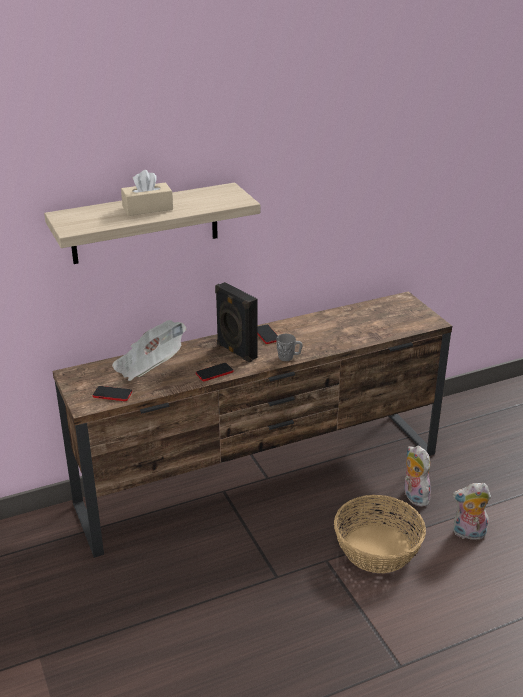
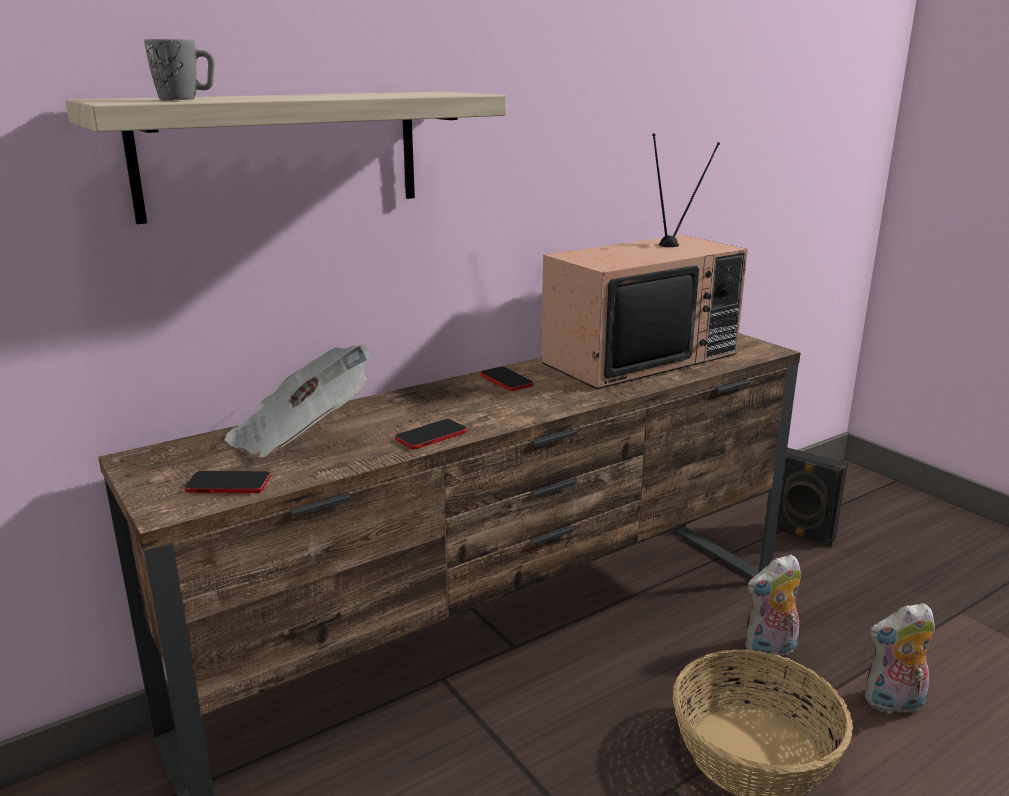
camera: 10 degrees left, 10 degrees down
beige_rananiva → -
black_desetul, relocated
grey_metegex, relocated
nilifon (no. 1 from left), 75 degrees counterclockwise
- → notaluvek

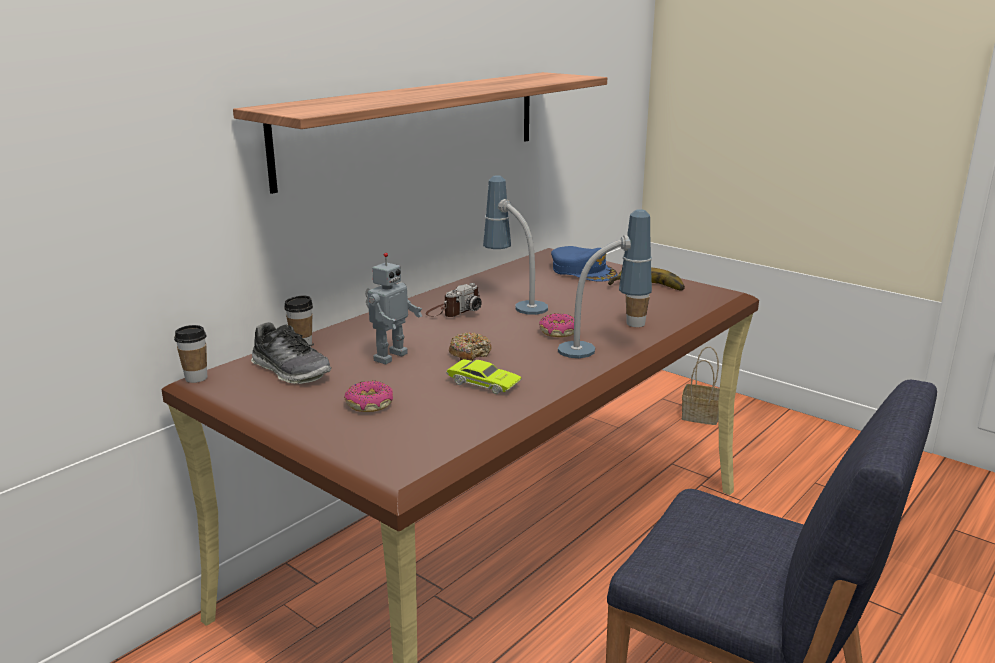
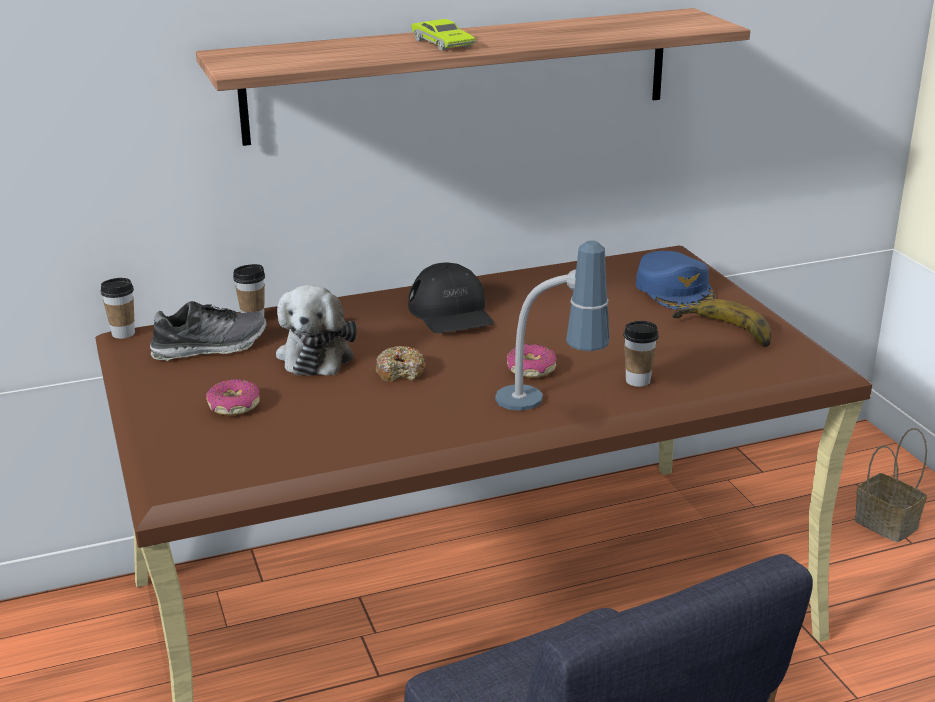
camera: 30 degrees right, 5 degrees up
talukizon (no. 1 from left) → -
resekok → nilifon
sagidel → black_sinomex
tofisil, 90 degrees counterclockwise
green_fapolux, relocated

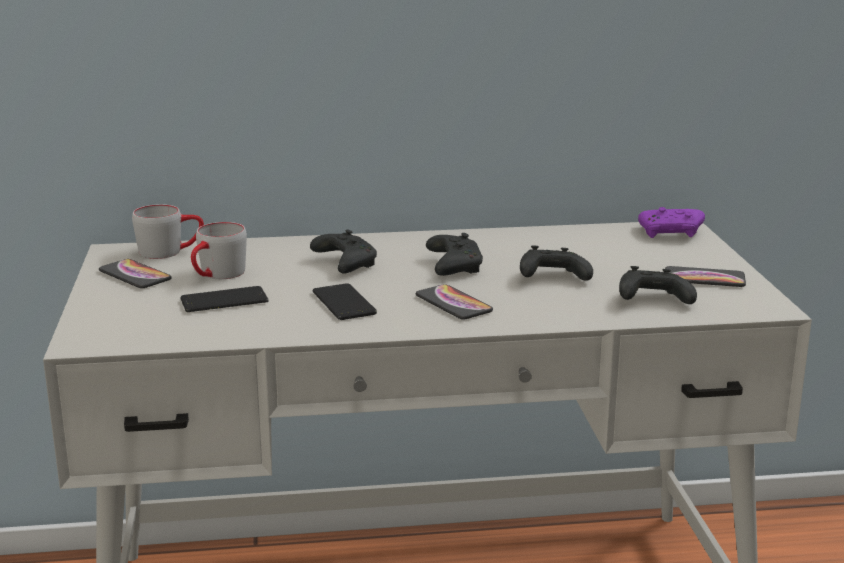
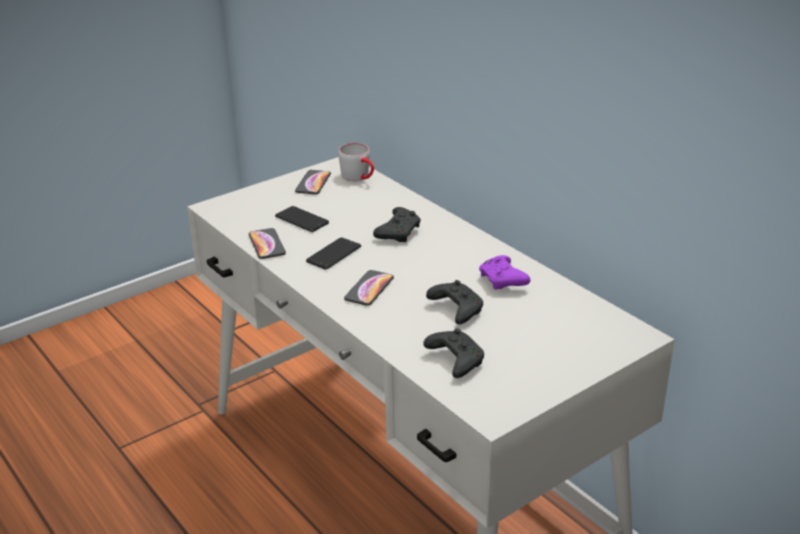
camera: 60 degrees right, 10 degrees up
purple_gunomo, relocated
grey_metegex (no. 2 from left) → -
black_gunomo (no. 2 from left) → -
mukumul (no. 5 from left in the first image) → mukumul (no. 1 from left), relocated

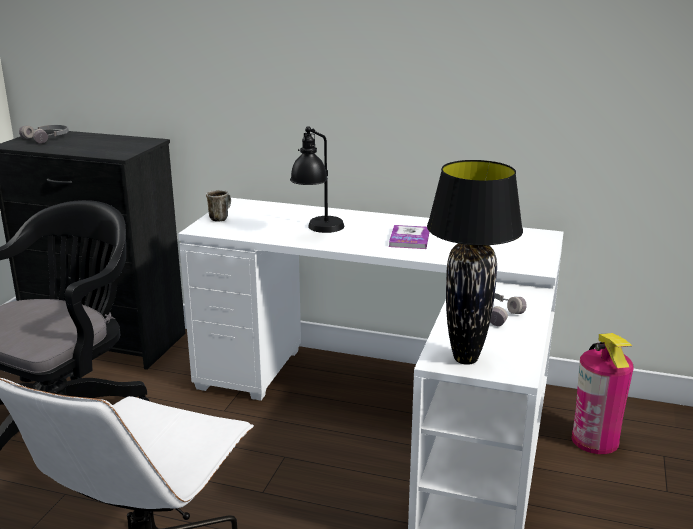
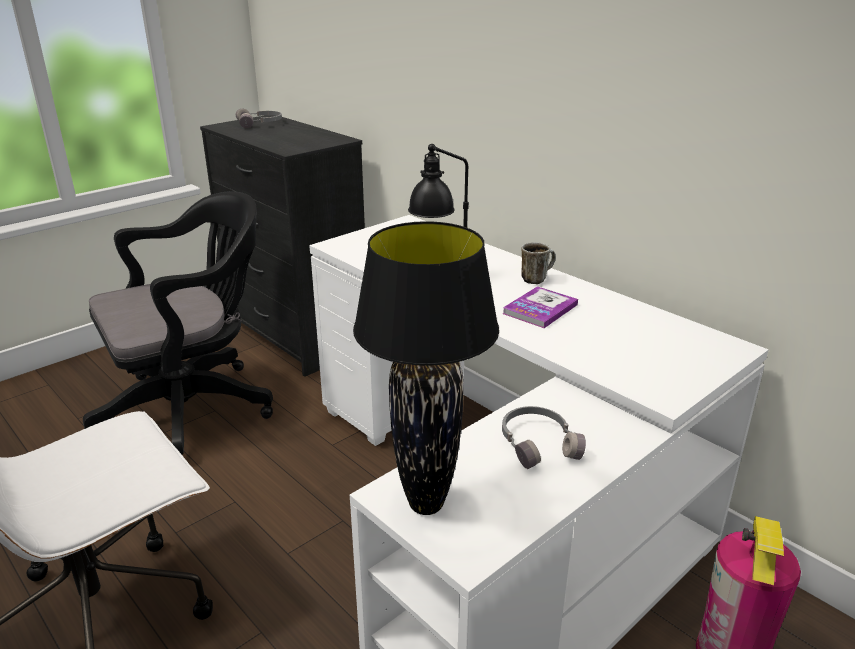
camera: 30 degrees right, 5 degrees up
metegex, relocated

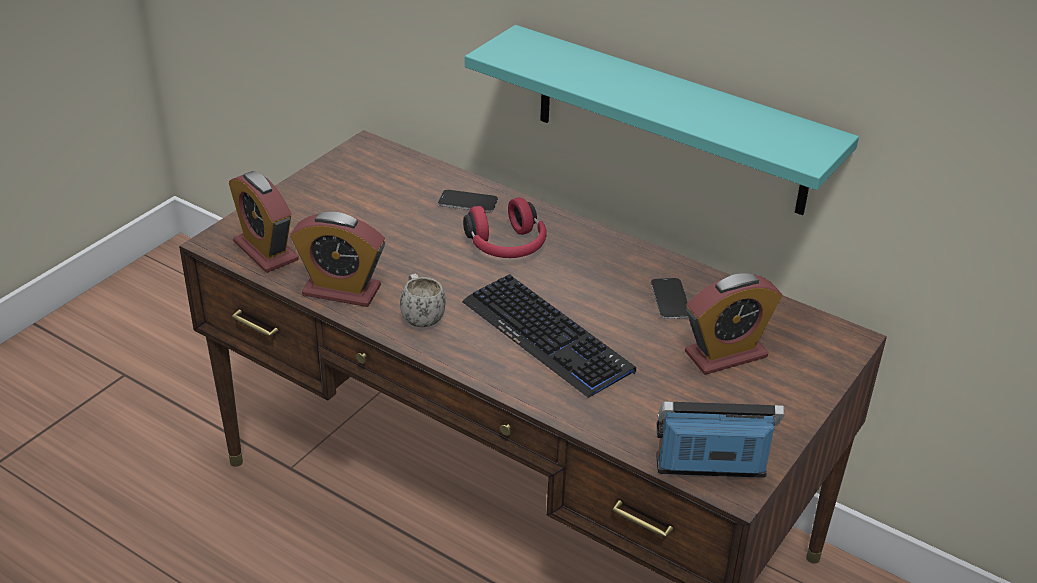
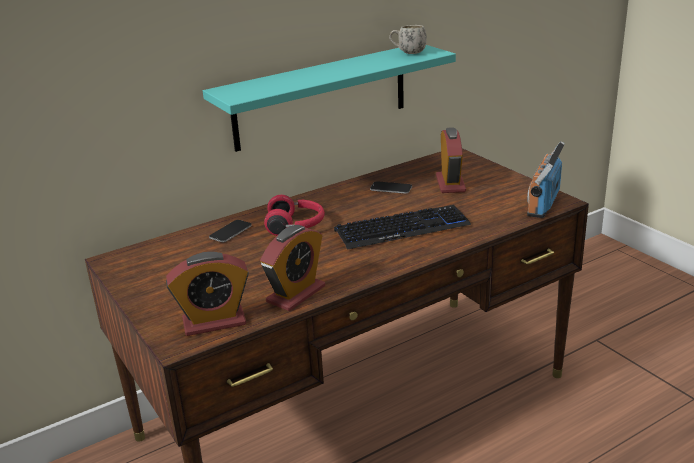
camera: 65 degrees left, 10 degrees down
white_metegex, relocated

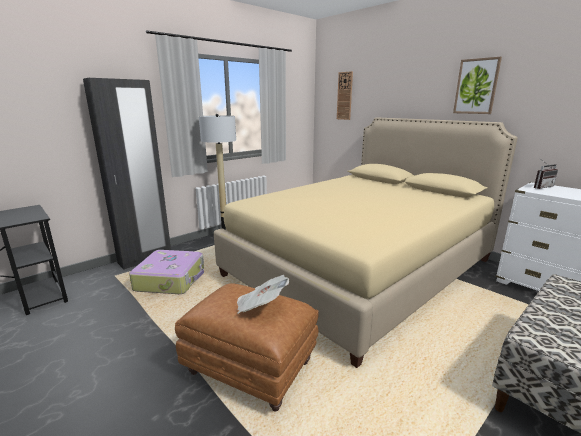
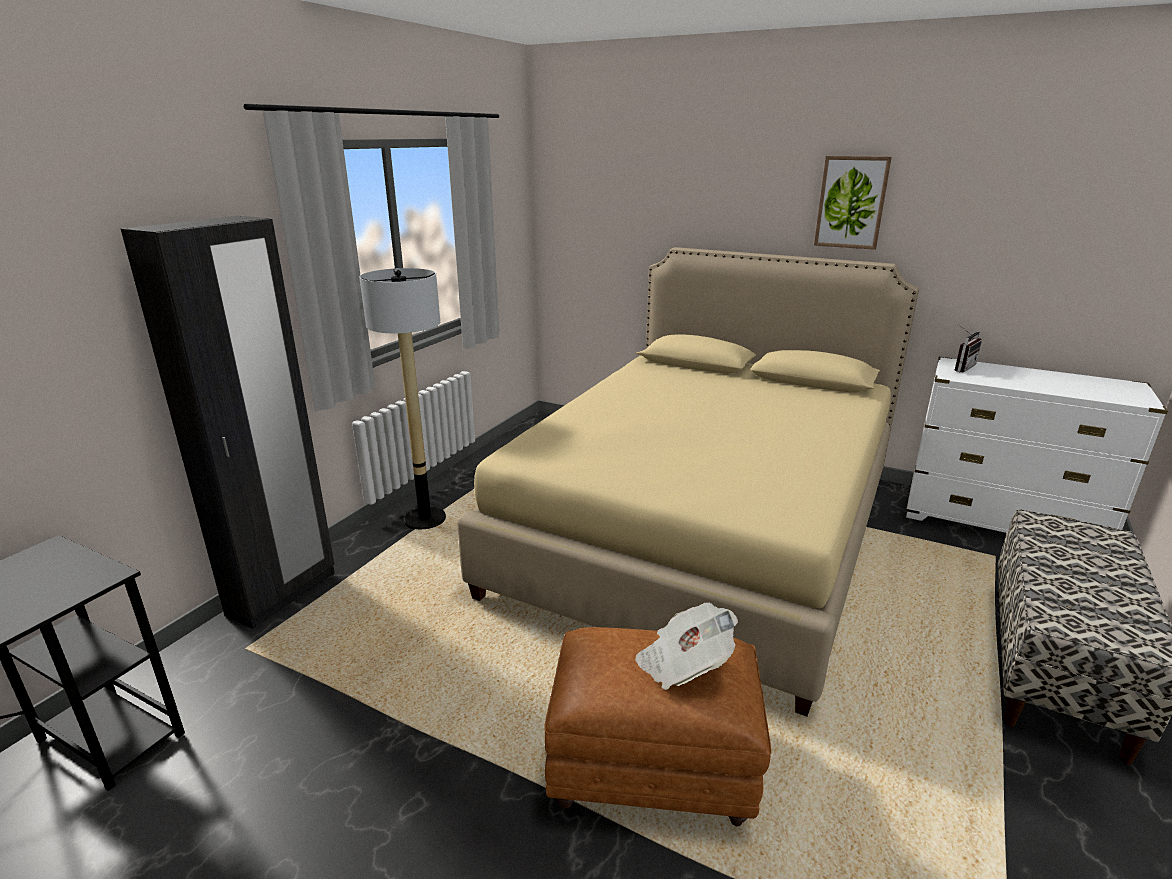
camera: 20 degrees left, 5 degrees up
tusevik → -
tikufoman → -

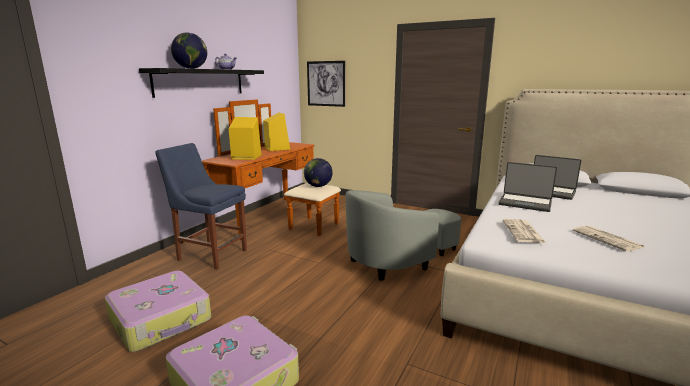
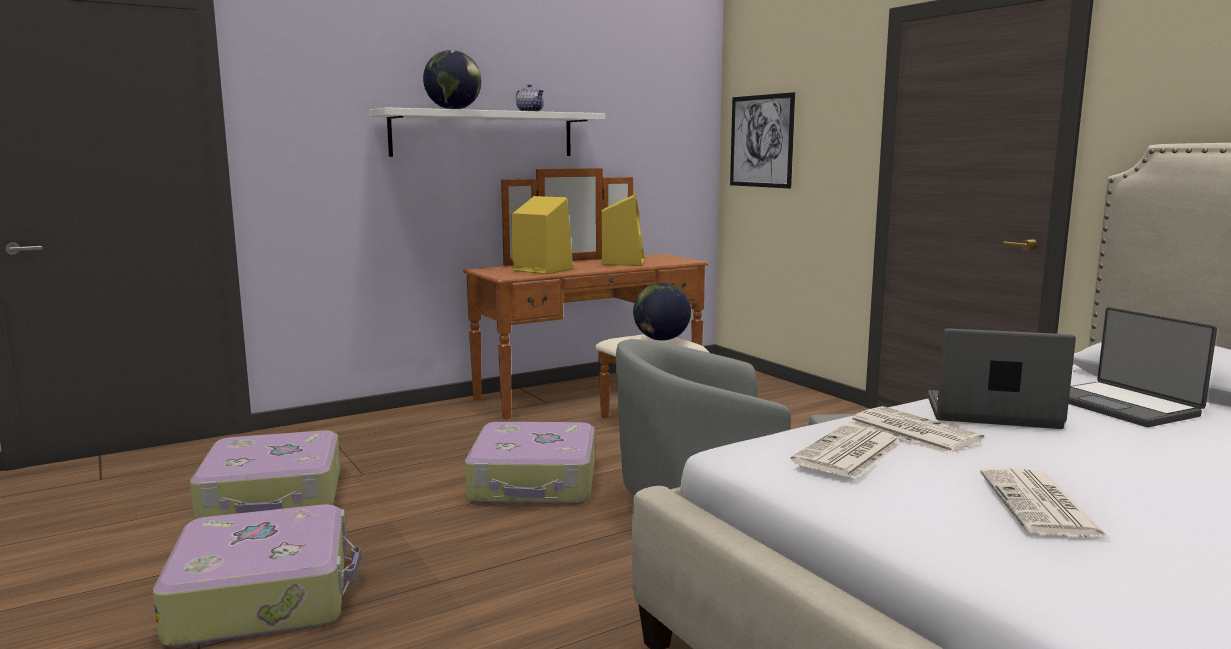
camera: 30 degrees right, 5 degrees down
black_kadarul → white_kadarul
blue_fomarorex → -
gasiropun (no. 1 from left), 135 degrees clockwise
- → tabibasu (no. 2 from left)
- → tikufoman (no. 3 from left)

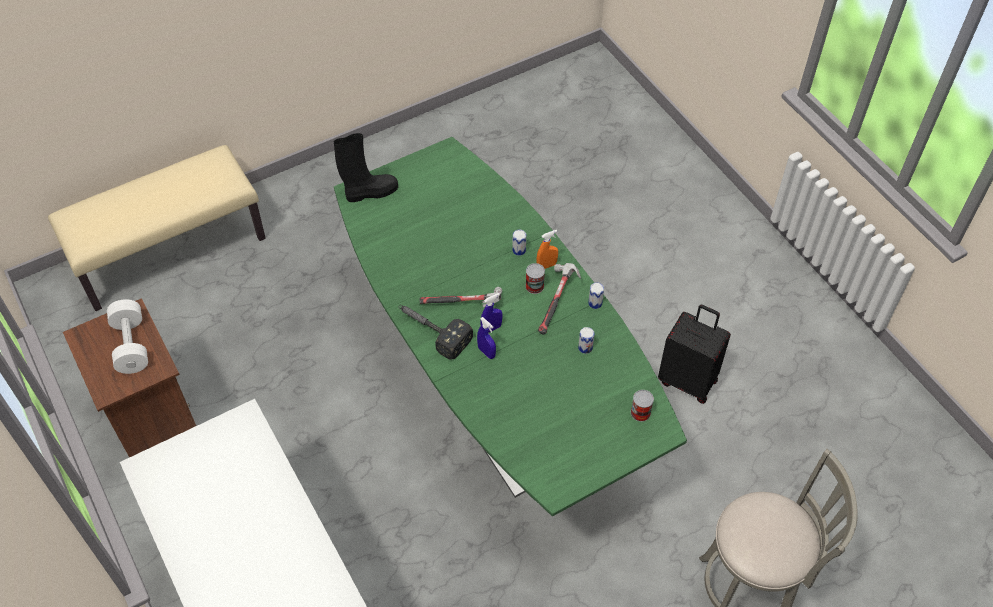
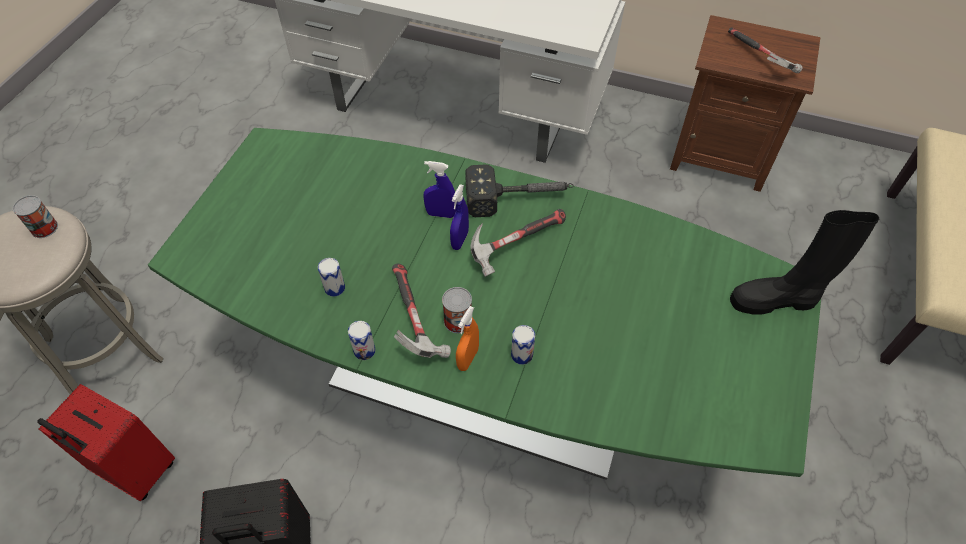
camera: 140 degrees right, 0 degrees up
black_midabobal, 60 degrees clockwise
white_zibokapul → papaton (no. 4 from left)
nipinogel (no. 5 from left in the first image) → nipinogel (no. 1 from left), relocated
- → red_tikufoman

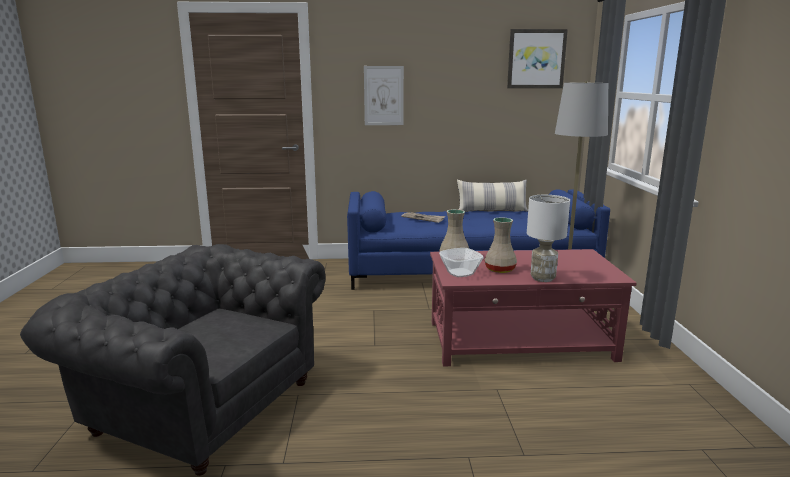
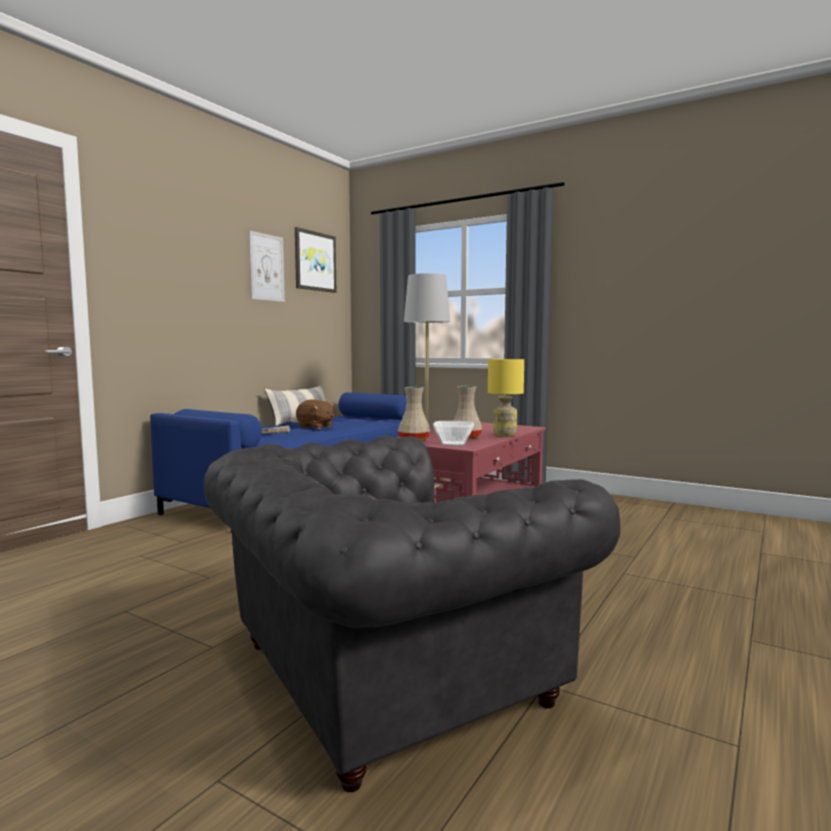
camera: 55 degrees left, 10 degrees down
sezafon (no. 1 from left), relocated
white_talukizon → yellow_talukizon
- → brown_nilifon

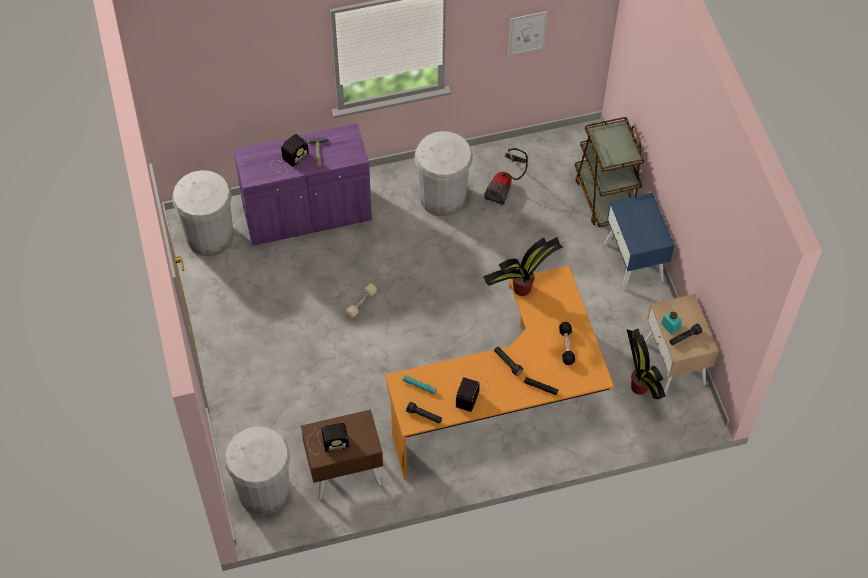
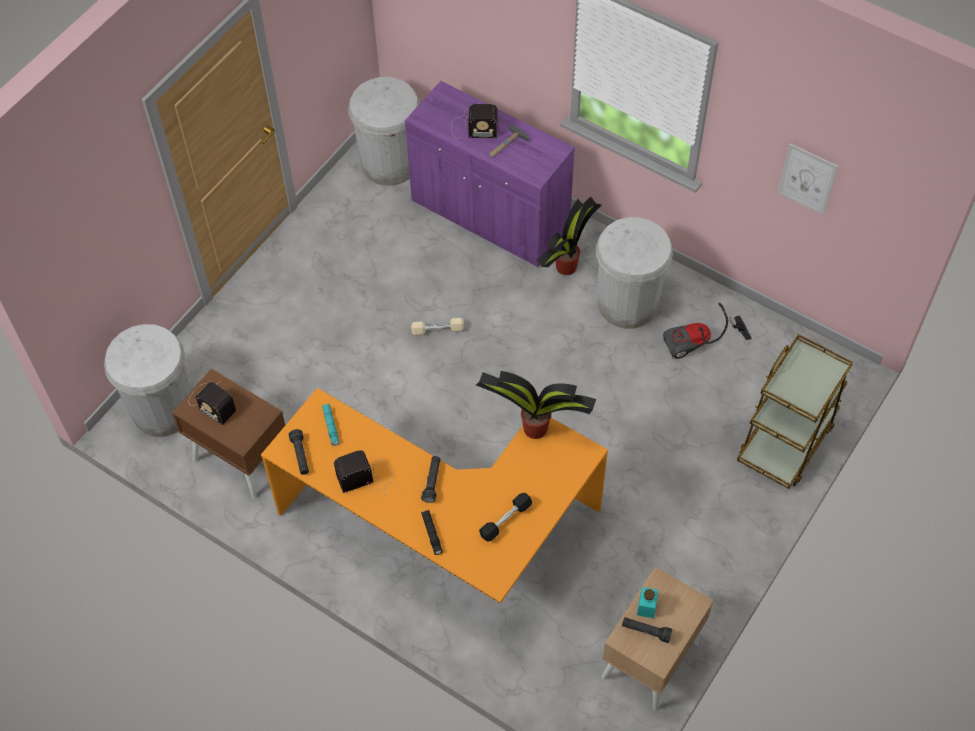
camera: 50 degrees right, 0 degrees up
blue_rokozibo → -
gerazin (no. 2 from left), relocated

